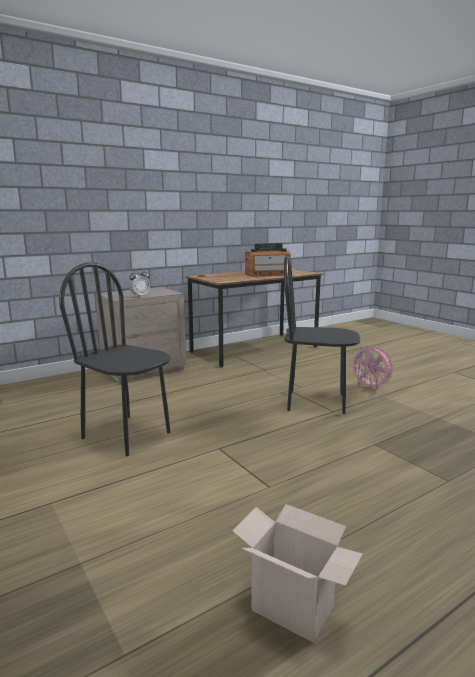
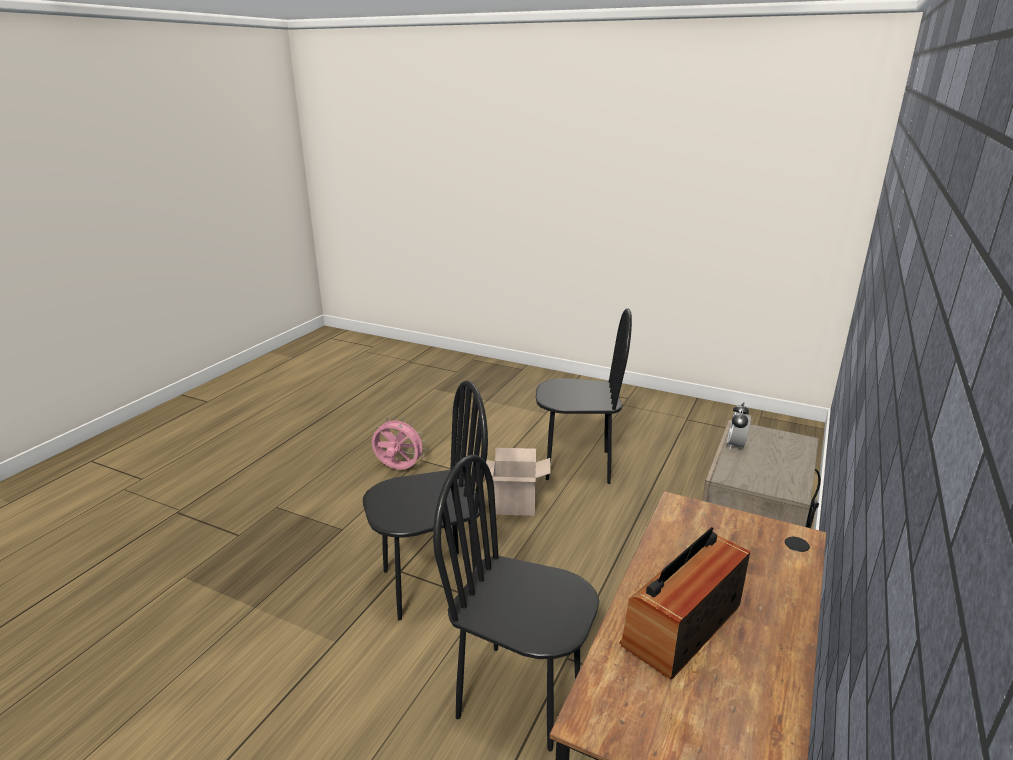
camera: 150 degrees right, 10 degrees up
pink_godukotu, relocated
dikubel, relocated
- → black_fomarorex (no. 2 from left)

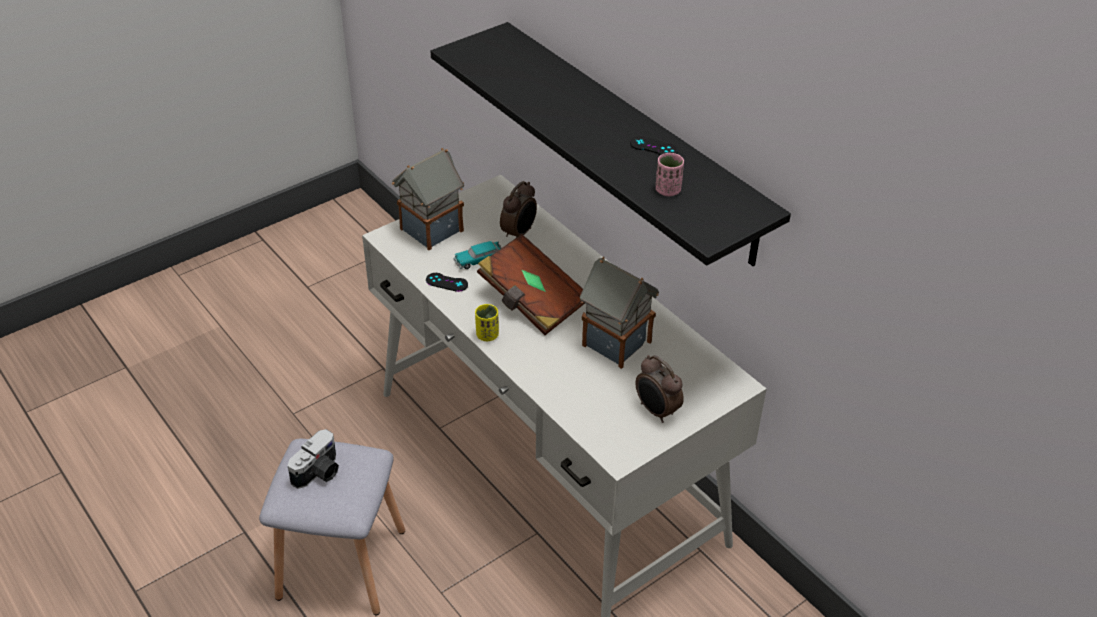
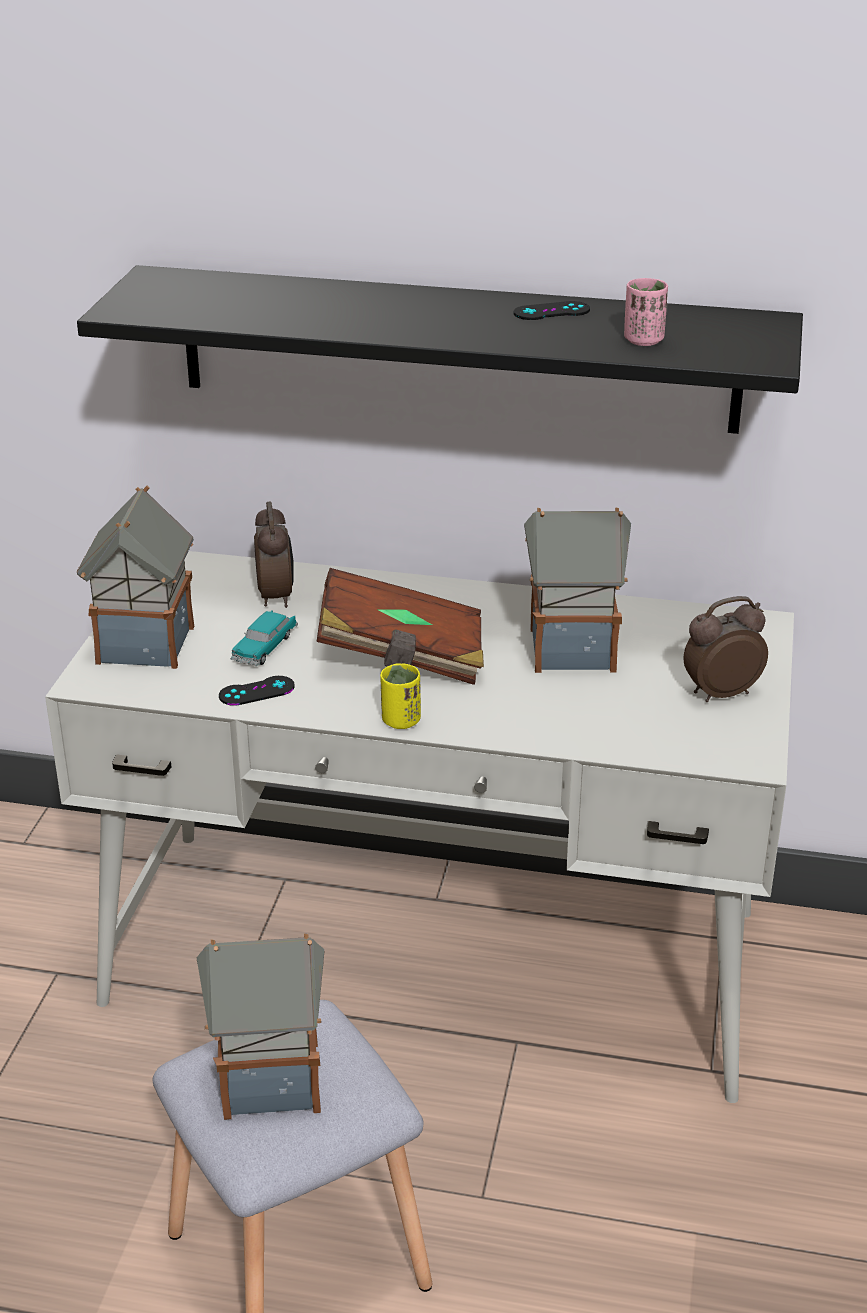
camera: 40 degrees left, 10 degrees down
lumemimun (no. 2 from left), 150 degrees clockwise
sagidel → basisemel (no. 2 from left)

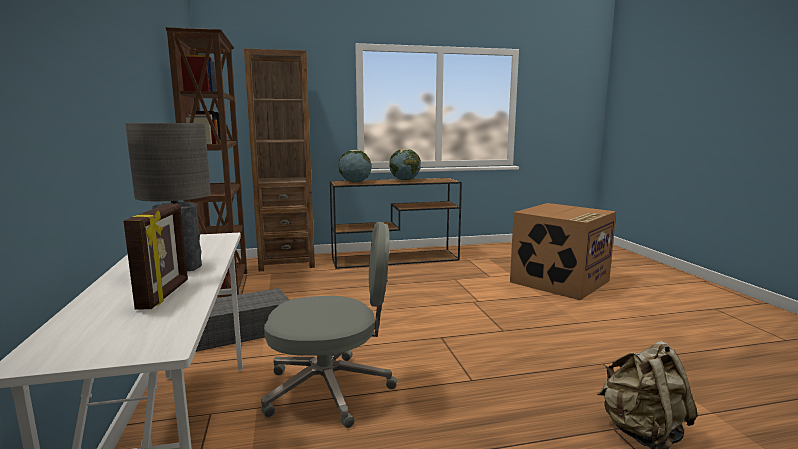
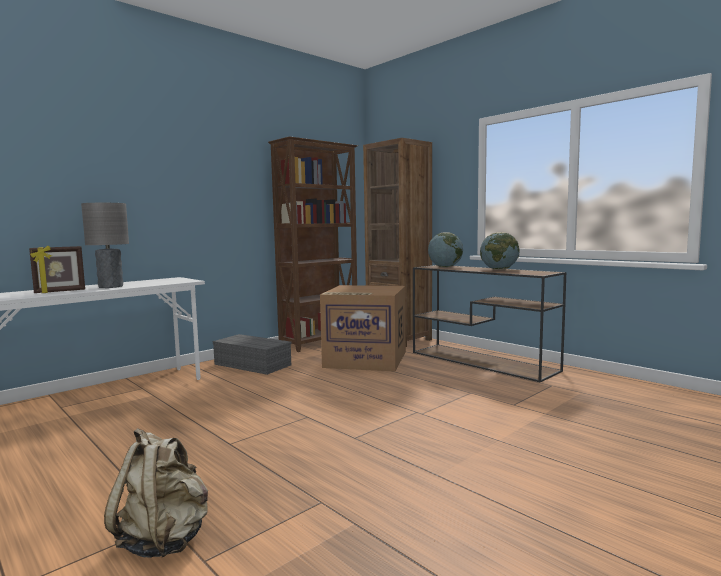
camera: 60 degrees right, 5 degrees down
dikubel, relocated
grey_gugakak → -

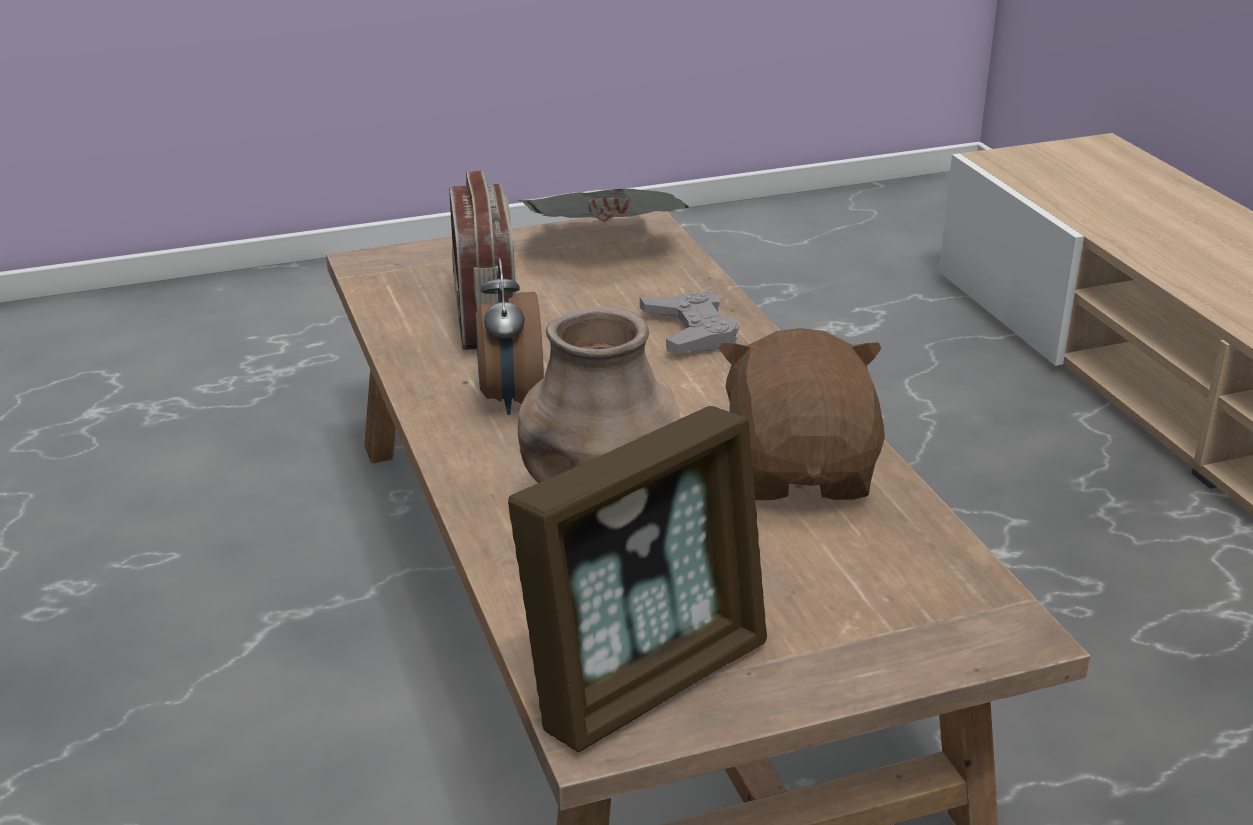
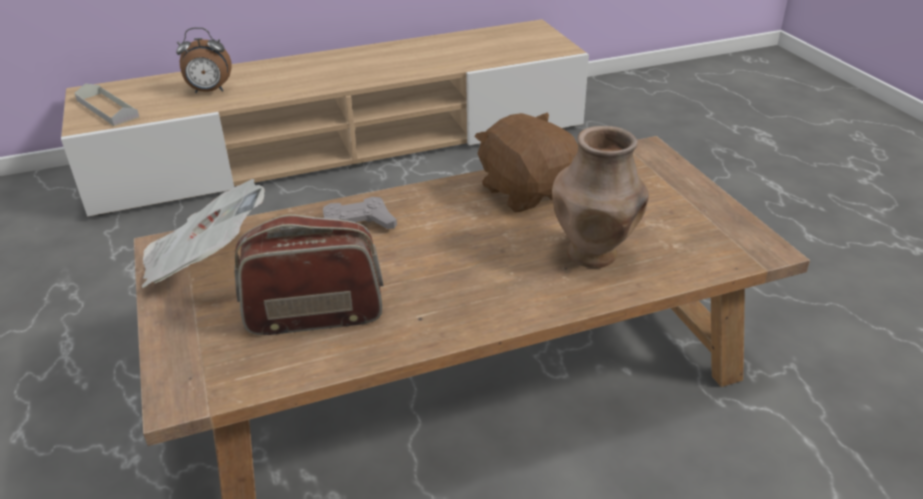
camera: 90 degrees left, 5 degrees up
lumemimun, relocated
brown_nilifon, 60 degrees clockwise
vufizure → -
- → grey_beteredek

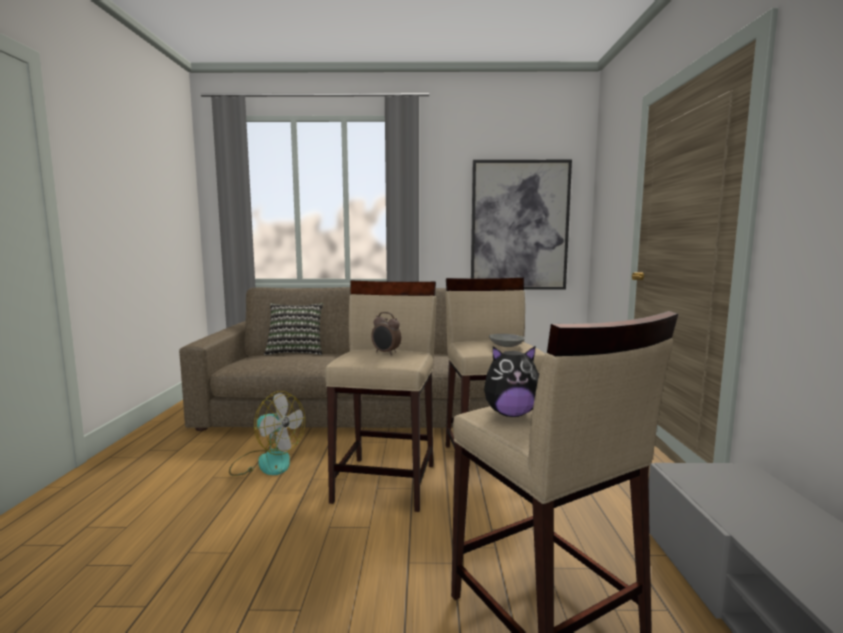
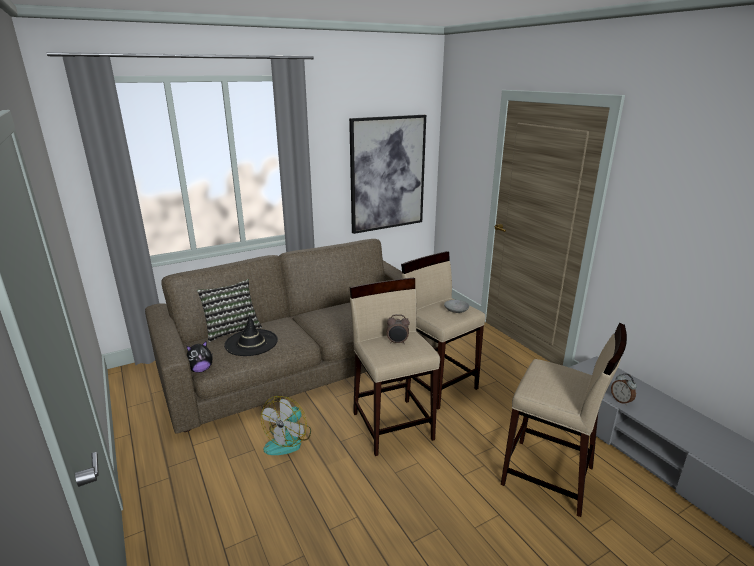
camera: 30 degrees left, 15 degrees up
nilifon, relocated
godukotu, 120 degrees clockwise
- → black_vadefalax
- → lumemimun (no. 2 from left)

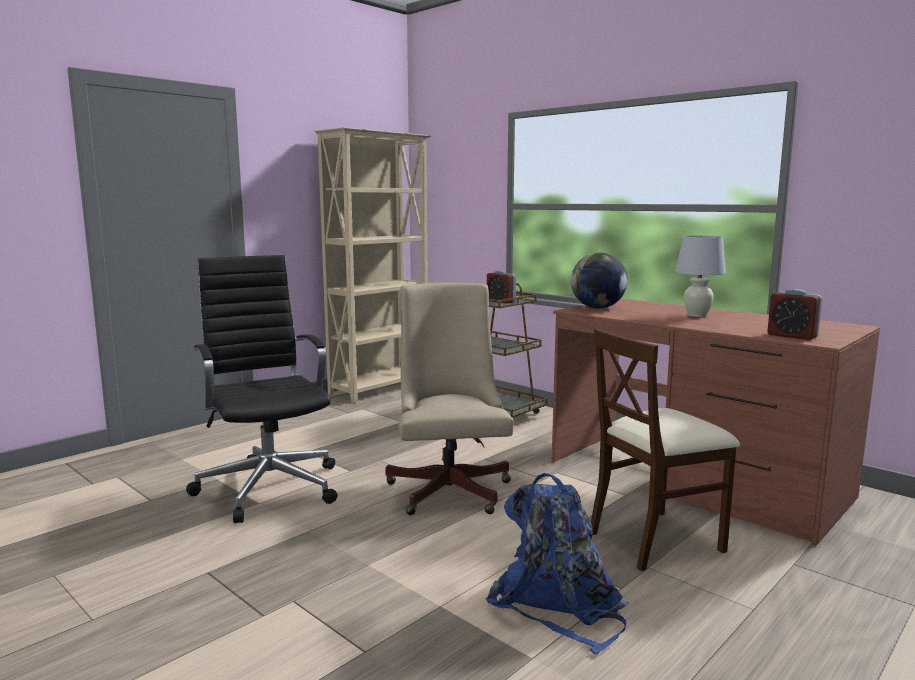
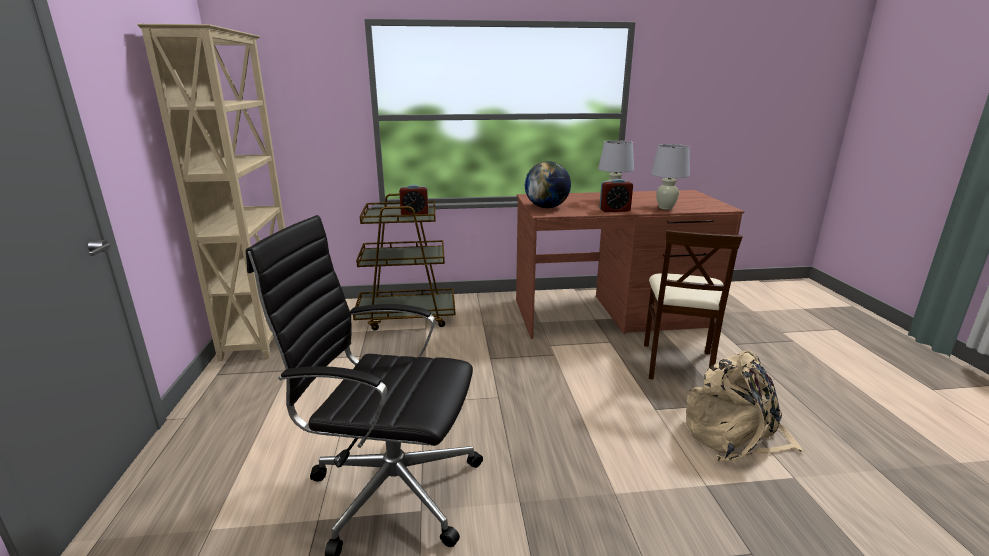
camera: 50 degrees left, 10 degrees up
beige_gugakak → -
lumemimun (no. 2 from left), relocated
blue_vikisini → beige_vikisini
- → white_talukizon (no. 2 from left)

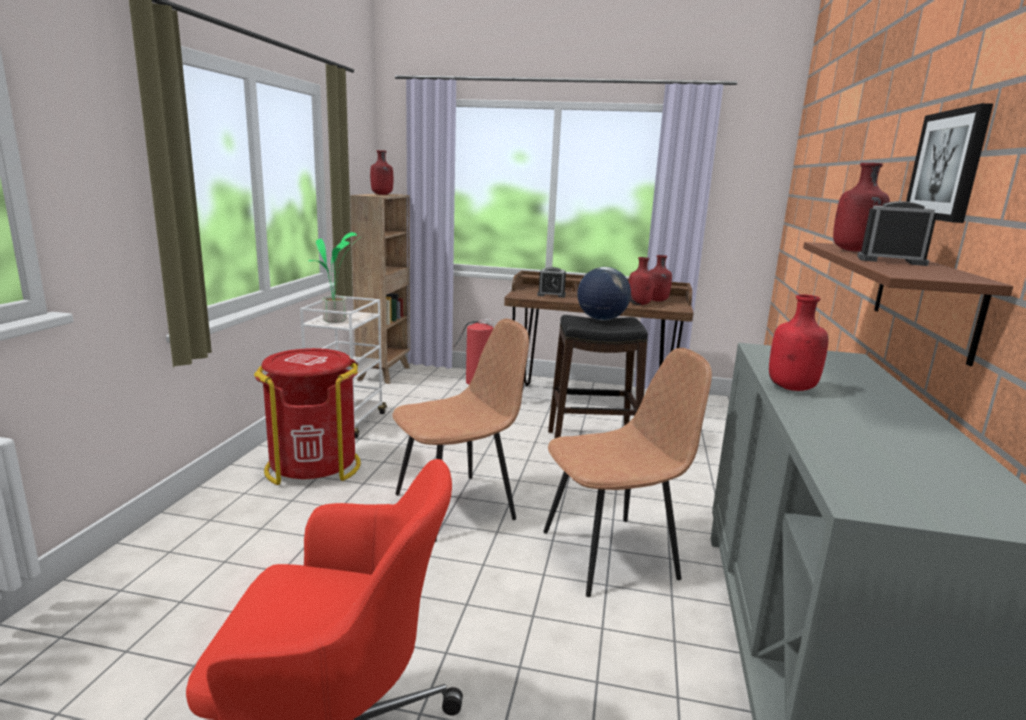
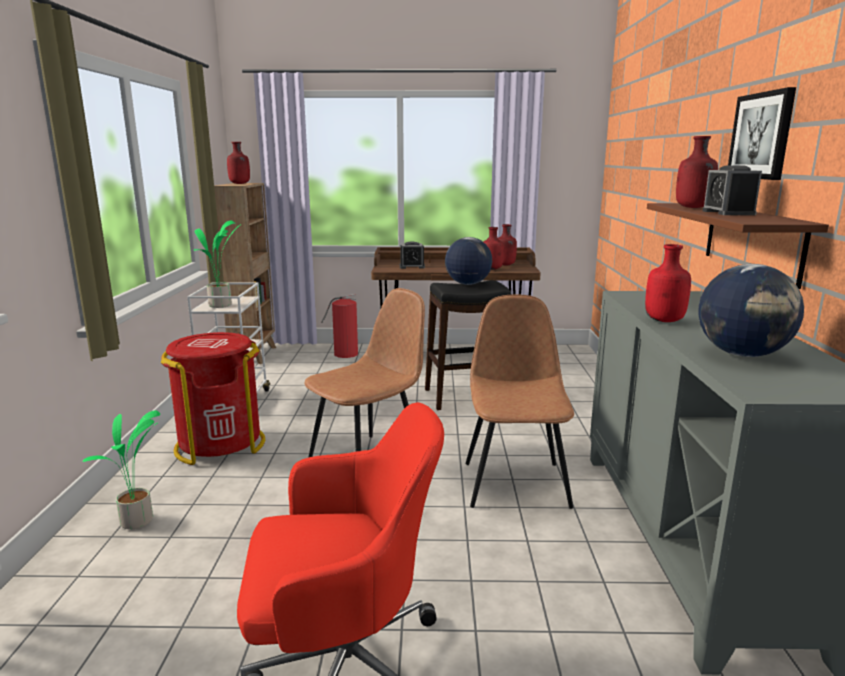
camera: 10 degrees left, 0 degrees up
lumemimun (no. 2 from left), 105 degrees counterclockwise
brown_fomarorex (no. 2 from left), 60 degrees counterclockwise
- → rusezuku (no. 2 from left)
- → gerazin (no. 1 from left)

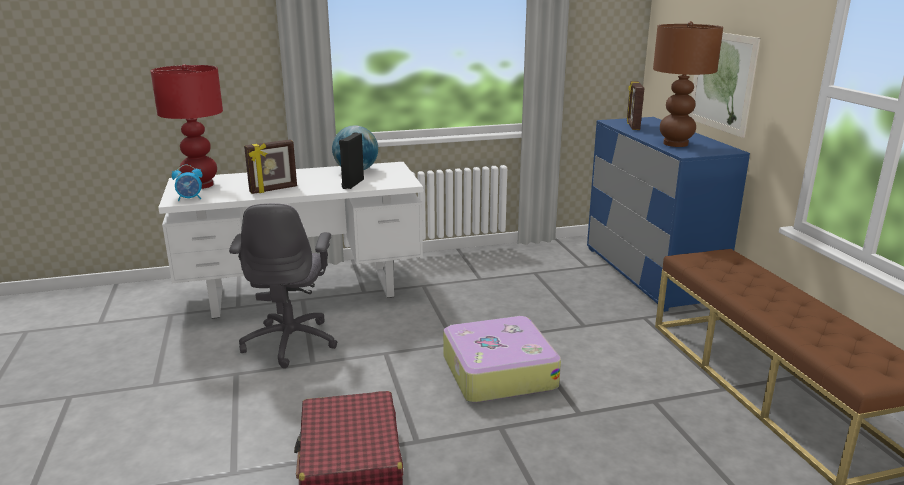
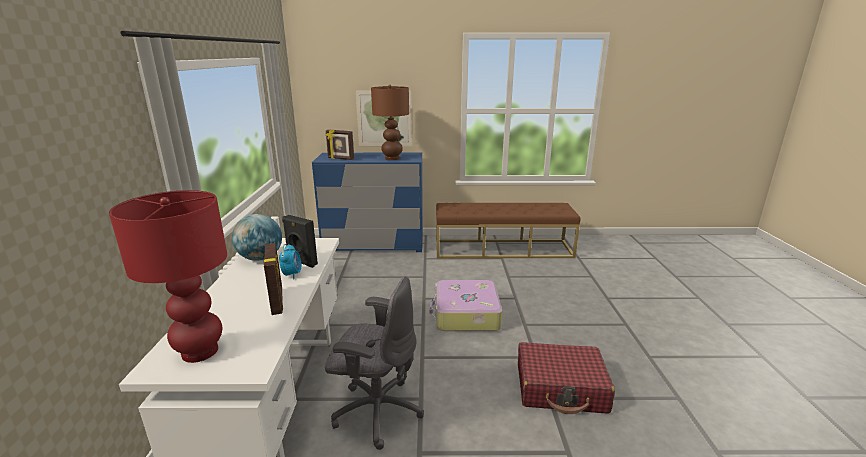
camera: 75 degrees left, 0 degrees up
lumemimun, relocated

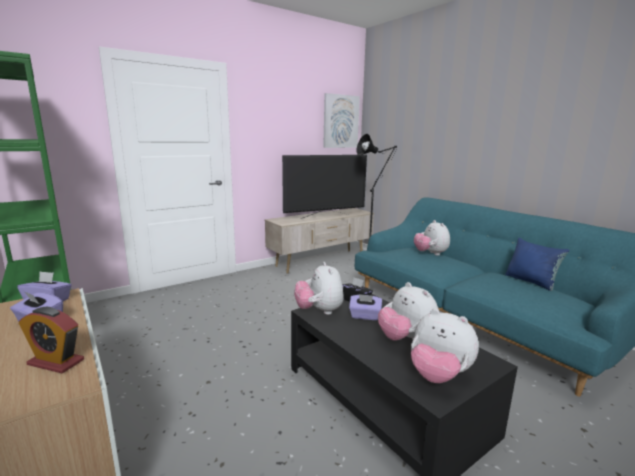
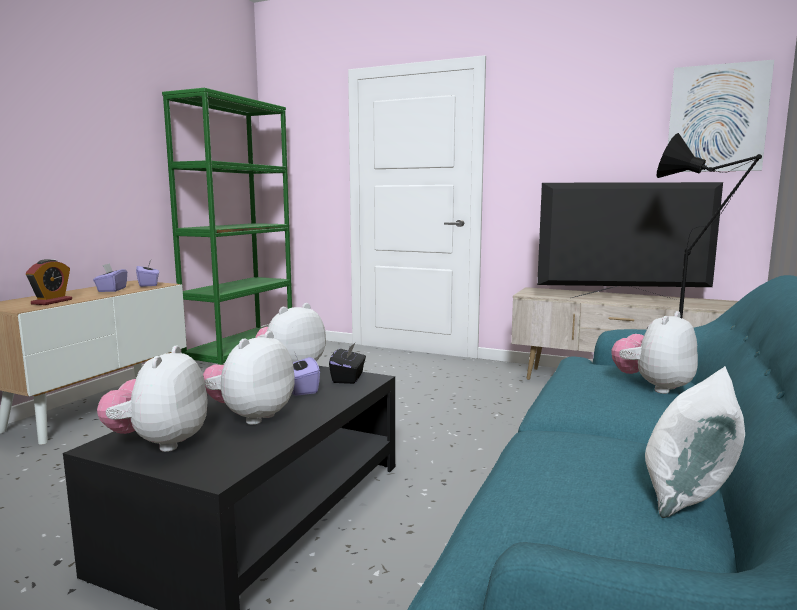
camera: 60 degrees right, 5 degrees down
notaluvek, 150 degrees clockwise
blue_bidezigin → white_bidezigin
lumemimun, 150 degrees counterclockwise

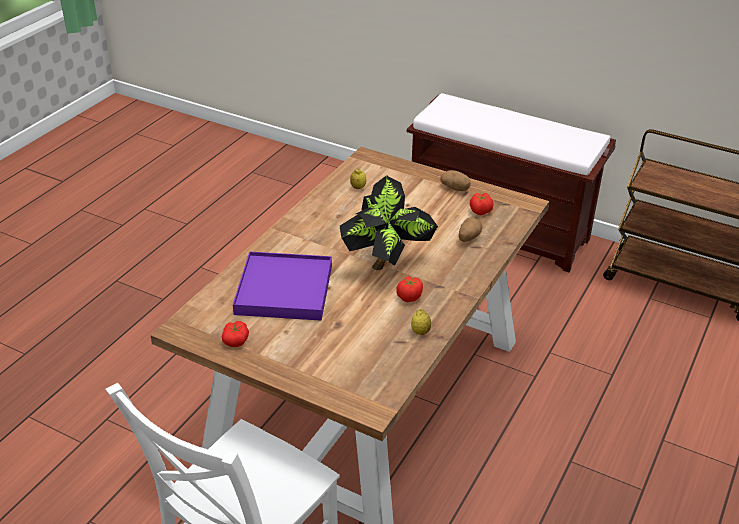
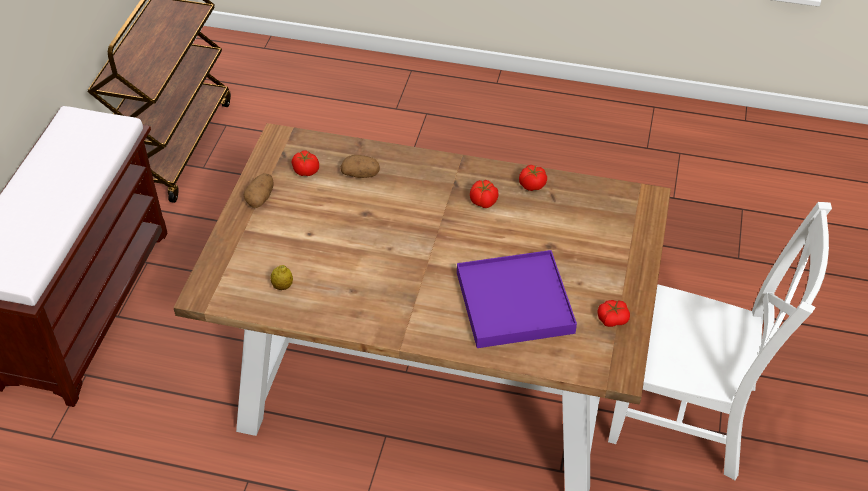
camera: 105 degrees left, 10 degrees up
gerazin → -
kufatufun (no. 2 from left) → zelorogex (no. 3 from left)

